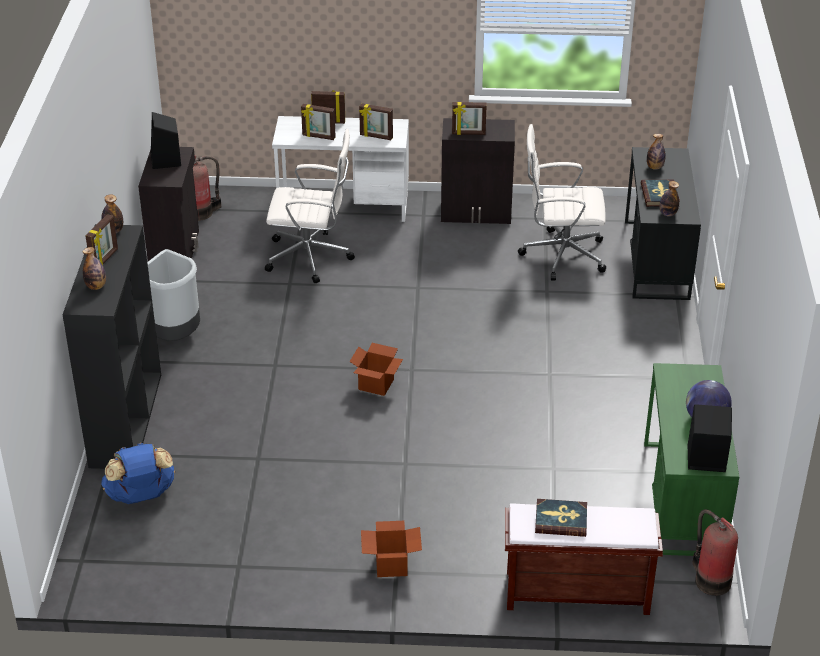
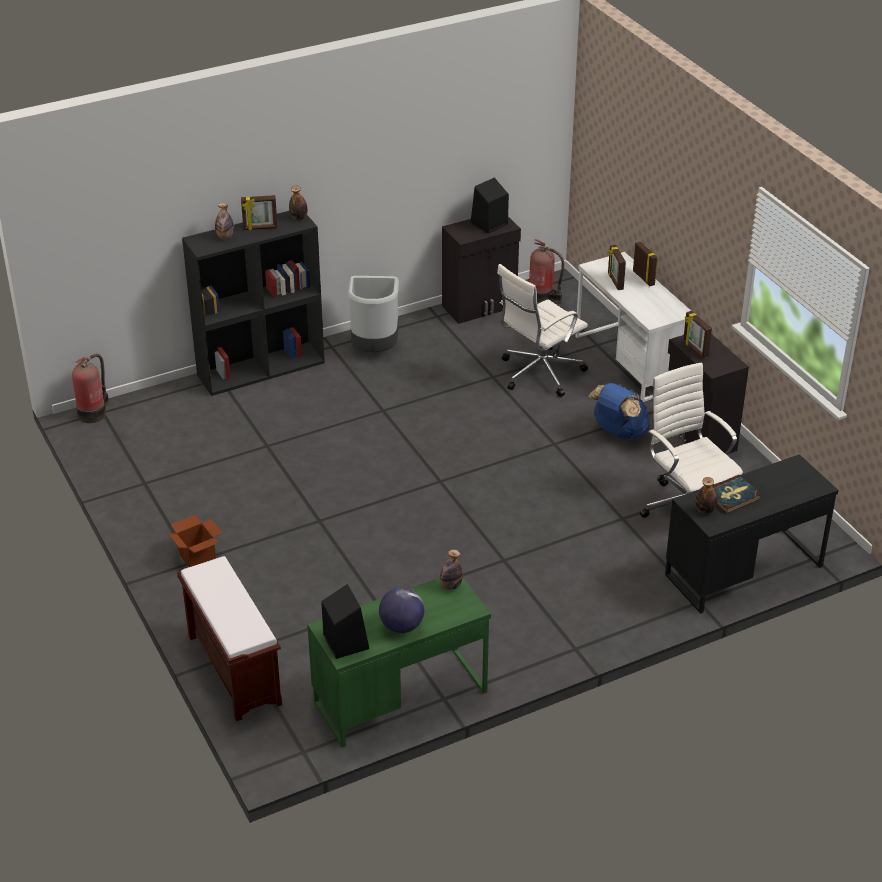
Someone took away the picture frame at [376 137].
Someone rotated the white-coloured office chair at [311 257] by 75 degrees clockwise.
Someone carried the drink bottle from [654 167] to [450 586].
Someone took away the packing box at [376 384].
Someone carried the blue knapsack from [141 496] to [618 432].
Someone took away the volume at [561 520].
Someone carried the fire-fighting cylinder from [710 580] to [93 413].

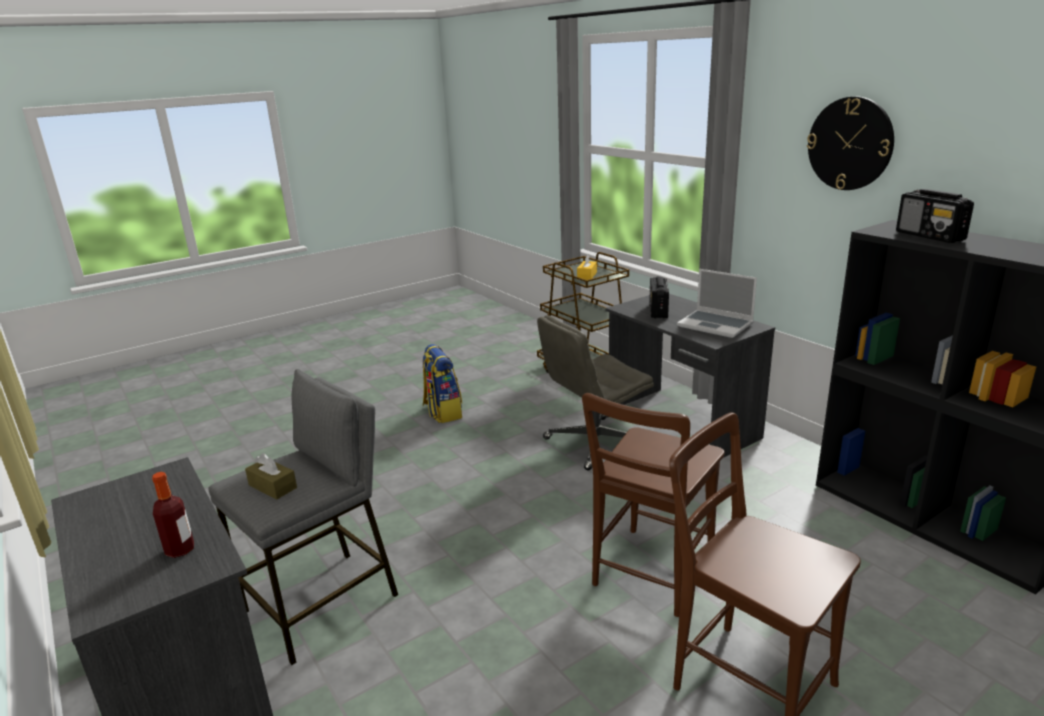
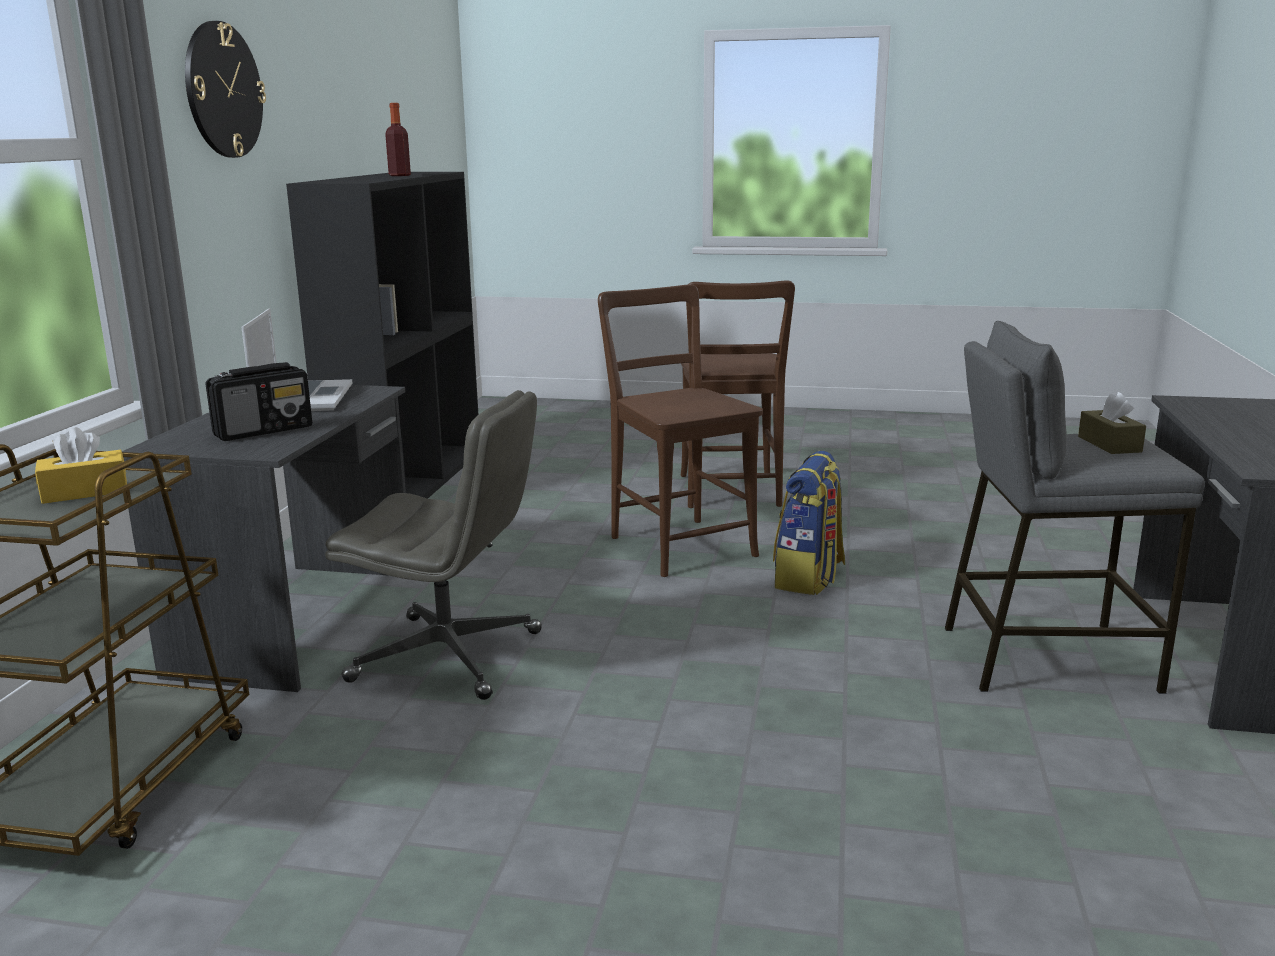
Someone took away the radio set at [930 236].
Someone carried the knapsack from [442 412] to [809 578].
Someone rotated the brownish plain chair at [650 574] by 105 degrees counterclockwise.
Someone carried the drink bottle from [180 550] to [399 175].

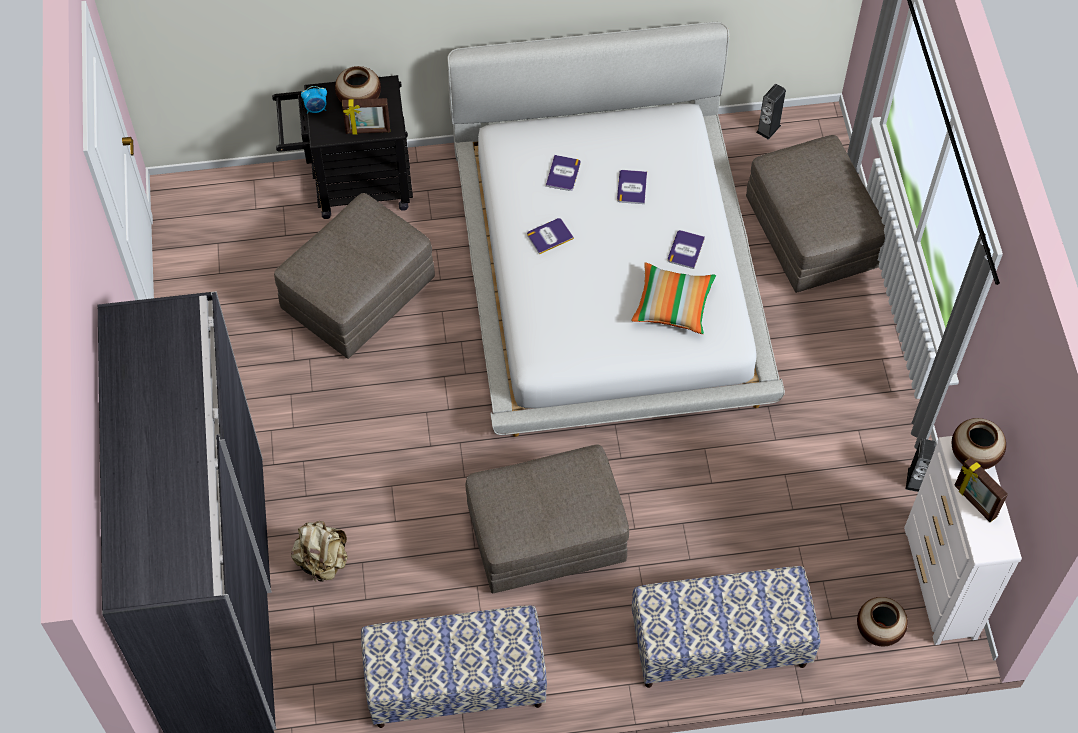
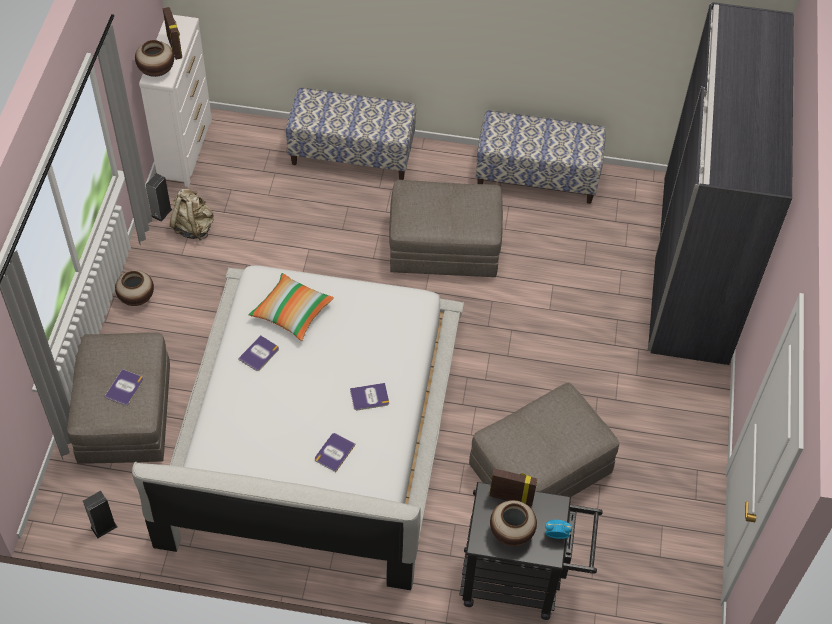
Someone carried the volume from [632 187] to [124 388].
Someone carried the beige-coloured knapsack from [322 561] to [194 227].
Someone carried the decorative vase from [878 630] to [137 298].

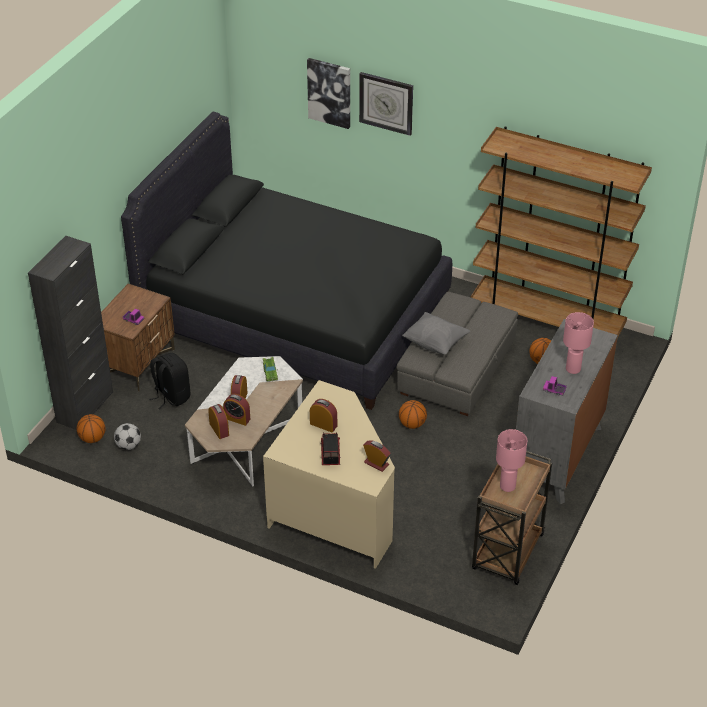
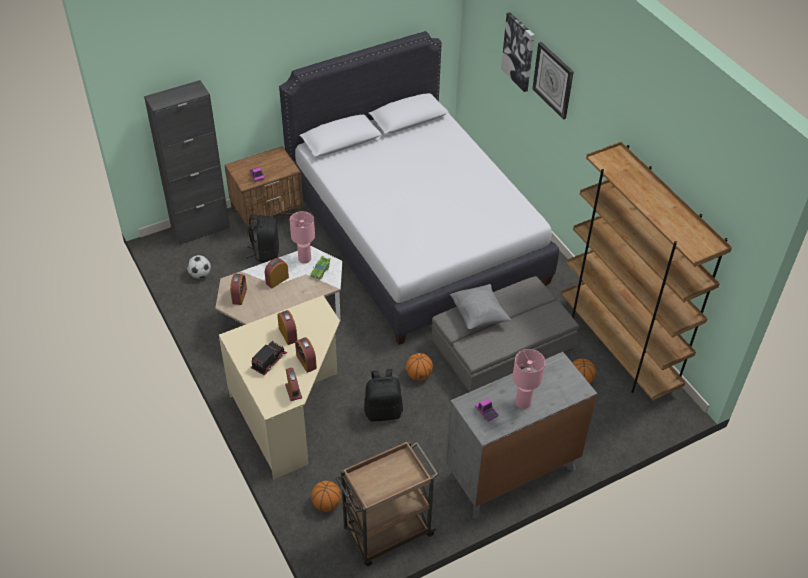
Someone repainted the black-coloured sleeping bed at [295 315], which became the white-coloured sleeping bed at [415 235].
Someone carried the alarm clock from [237 418] to [306 362].
Someone carried the basketball from [92 438] to [326 504].
Someone carried the pink-coloured table lamp from [507 486] to [304 259].
Someone put down the black-coloured knapsack at [383 411].

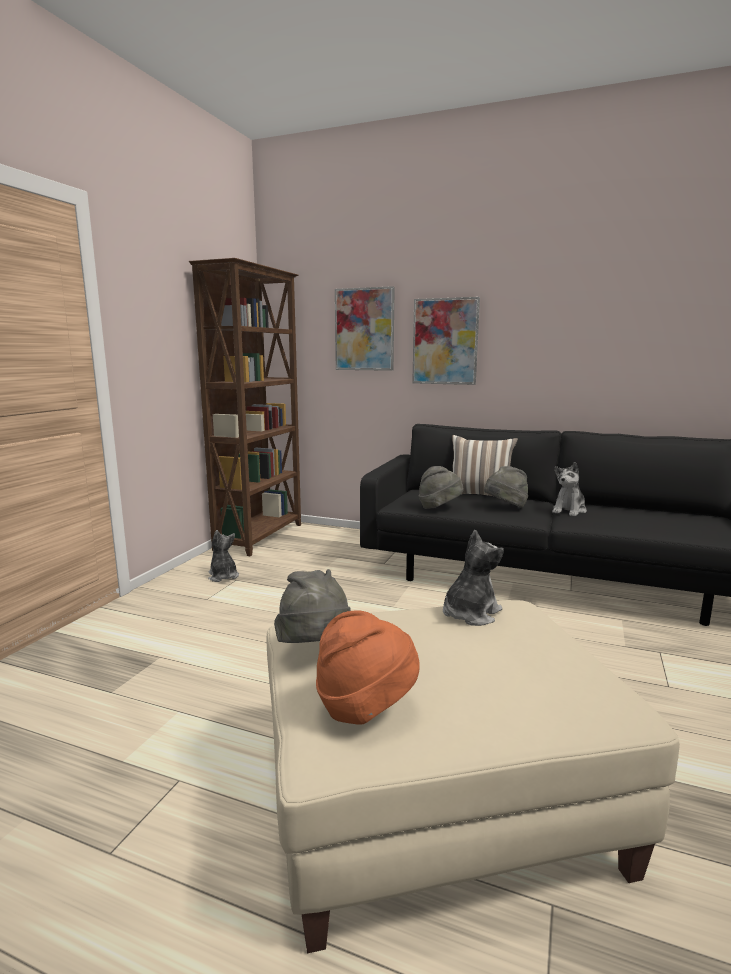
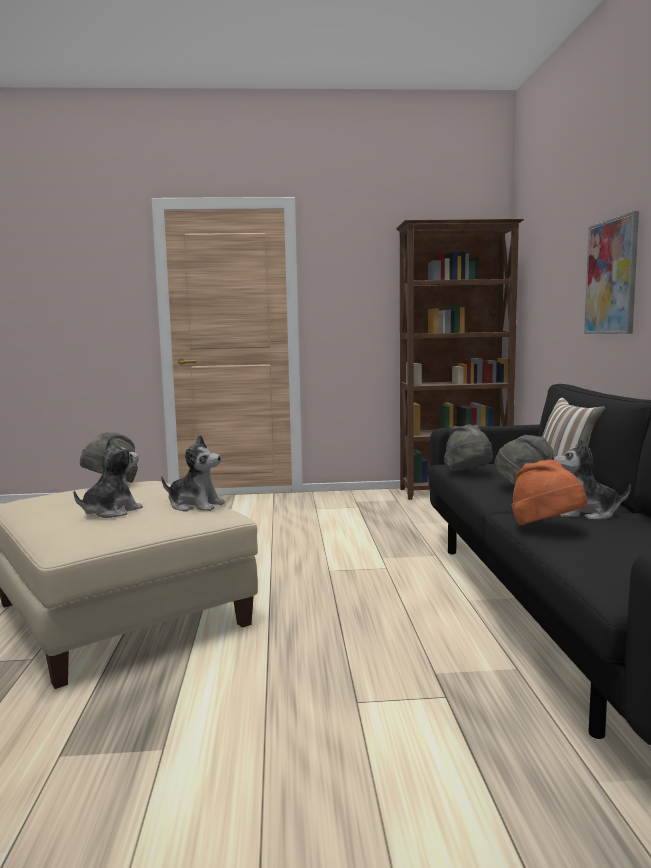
Someone took away the wall picture at [364 329].
Someone carried the cuddly toy from [223 576] to [110 512].
Someone carried the orange wearable hat from [366 706] to [547 529].

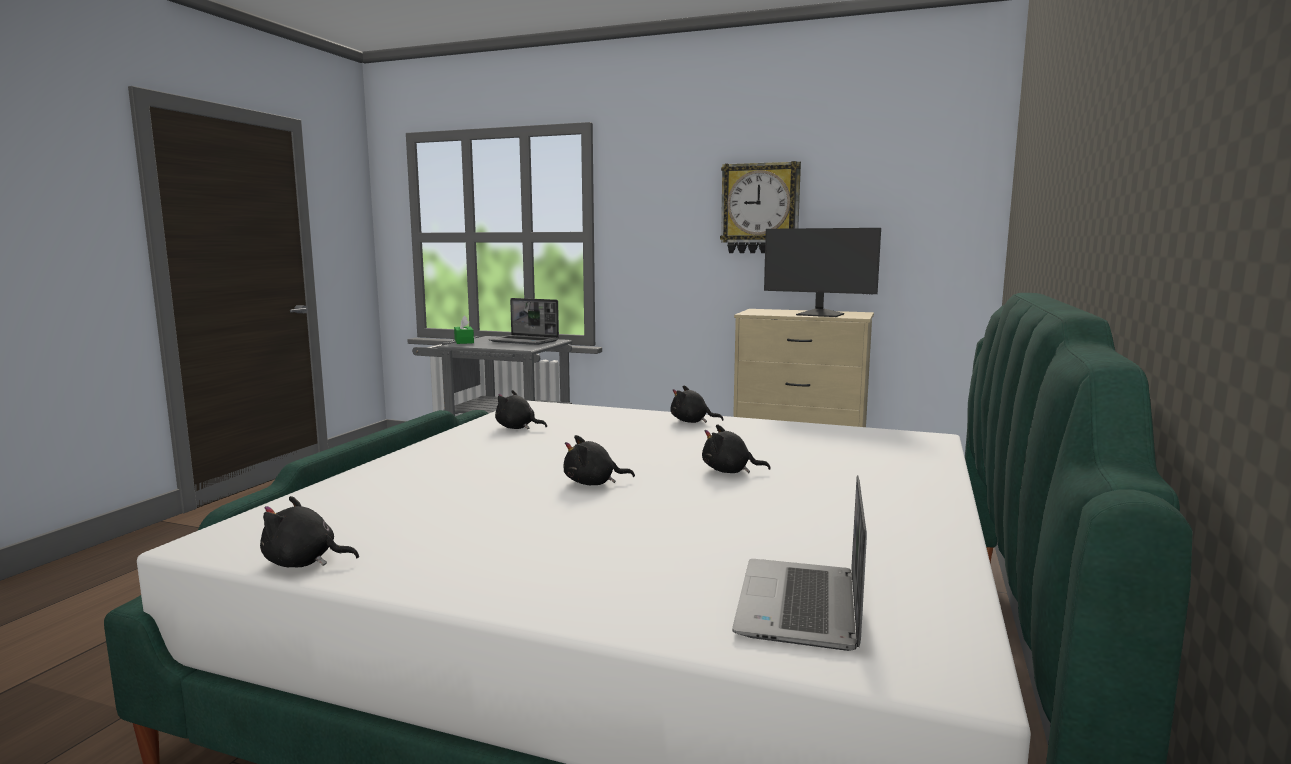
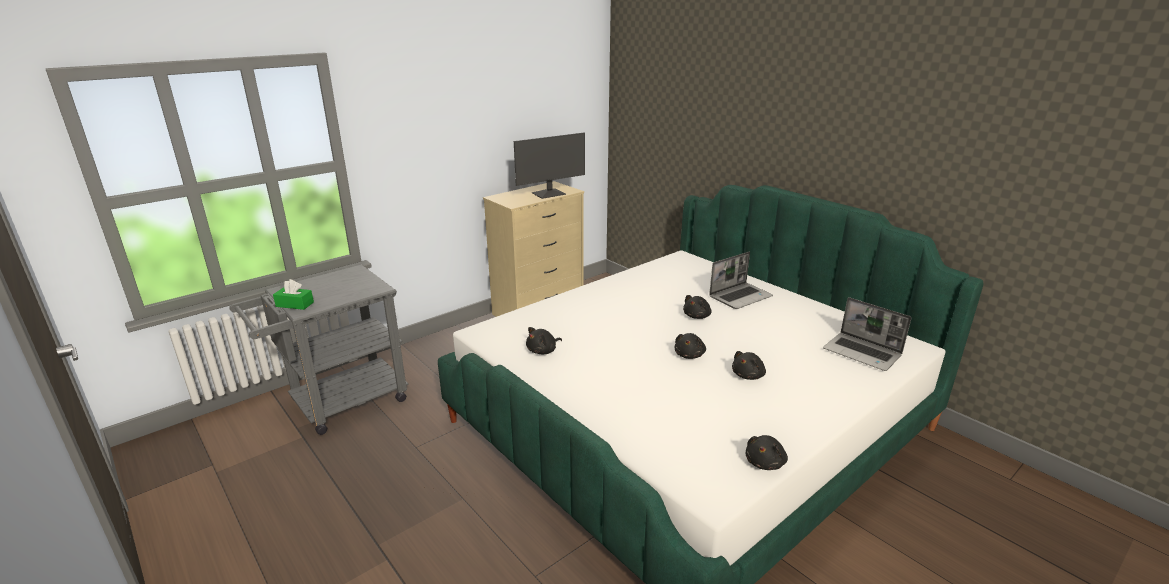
Someone took away the clock on the wall at [760 208].
Someone carried the portable computer from [525 341] to [740 296].
Someone carried the black-coloured cuddly toy from [692 422] to [748 375].

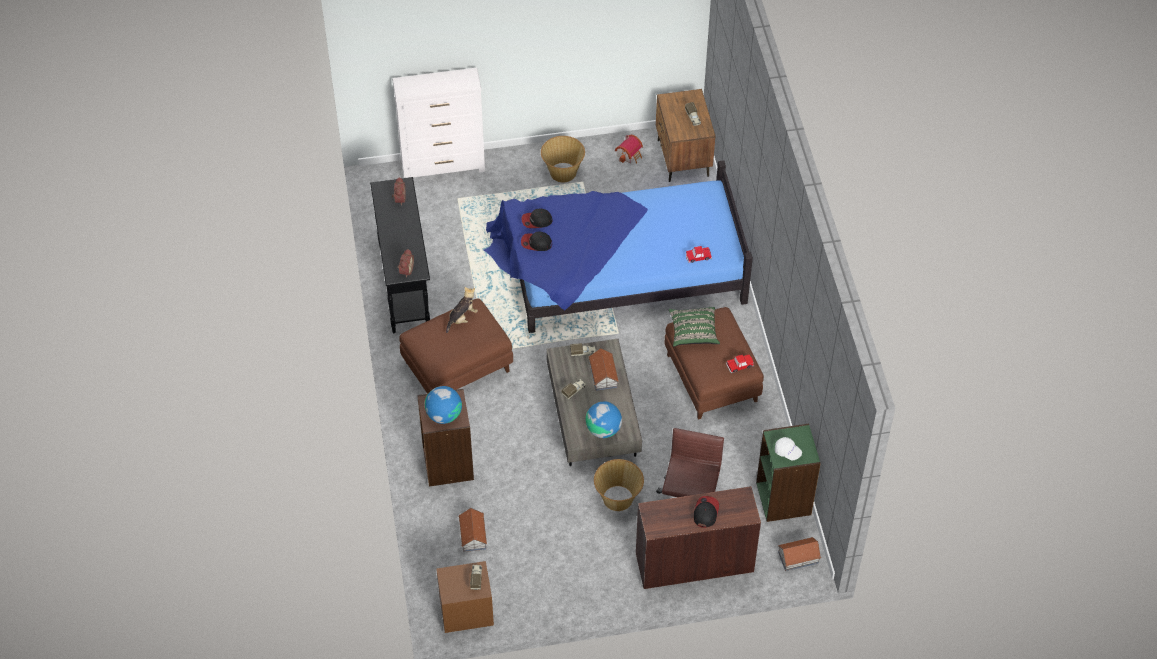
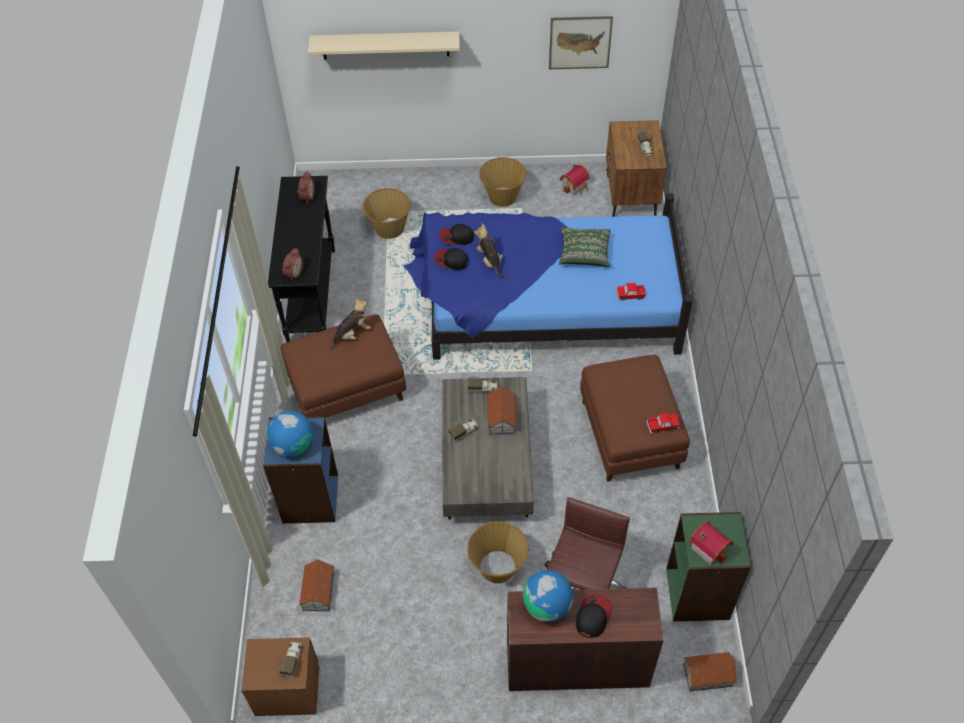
Someone took away the white-coloured chest of drawers at [443 166].
Someone carried the green-coloured pillow from [693 332] to [584 254].
Someone repainted the brownish bookcase at [447 464], which became the blue bookcase at [309 499].
Someone carried the desk globe from [603 429] to [547 606].
Someone swapped the white-coloured baseball cap at [787 452] for the miniature house at [709 546].
Someone put up the wall picture at [580 42].
Someone put up the beige-coloured shelf at [385 45].
Someone put down the household basket at [389 228].
Someone put down the cuddly toy at [490 261].

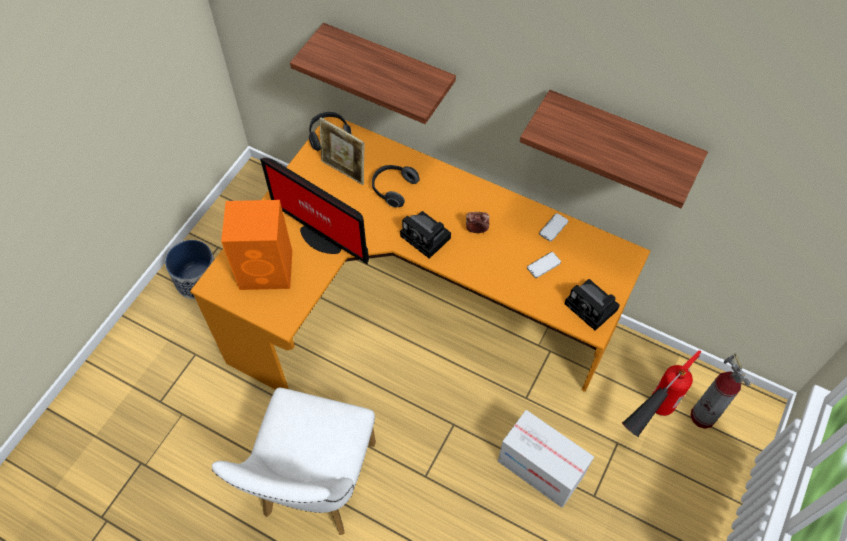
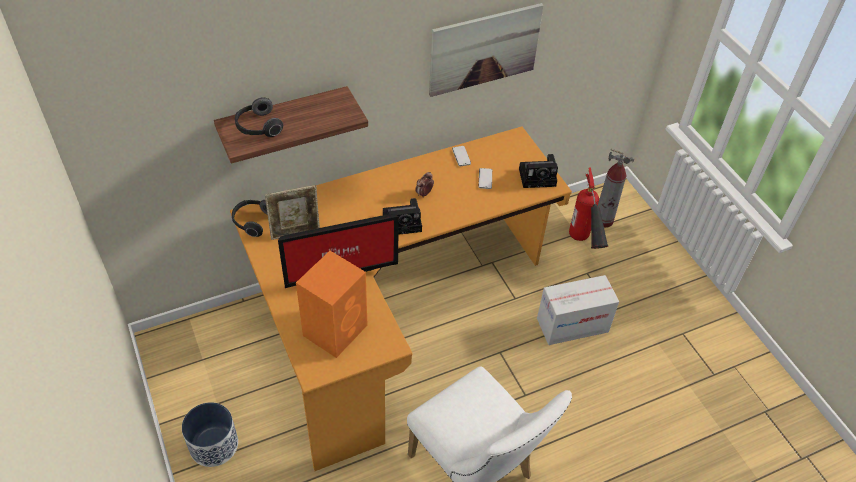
Someone swapped the shelf at [621 138] for the wall picture at [484 49].
Someone carried the pair of headphones from [393 189] to [258 127].

